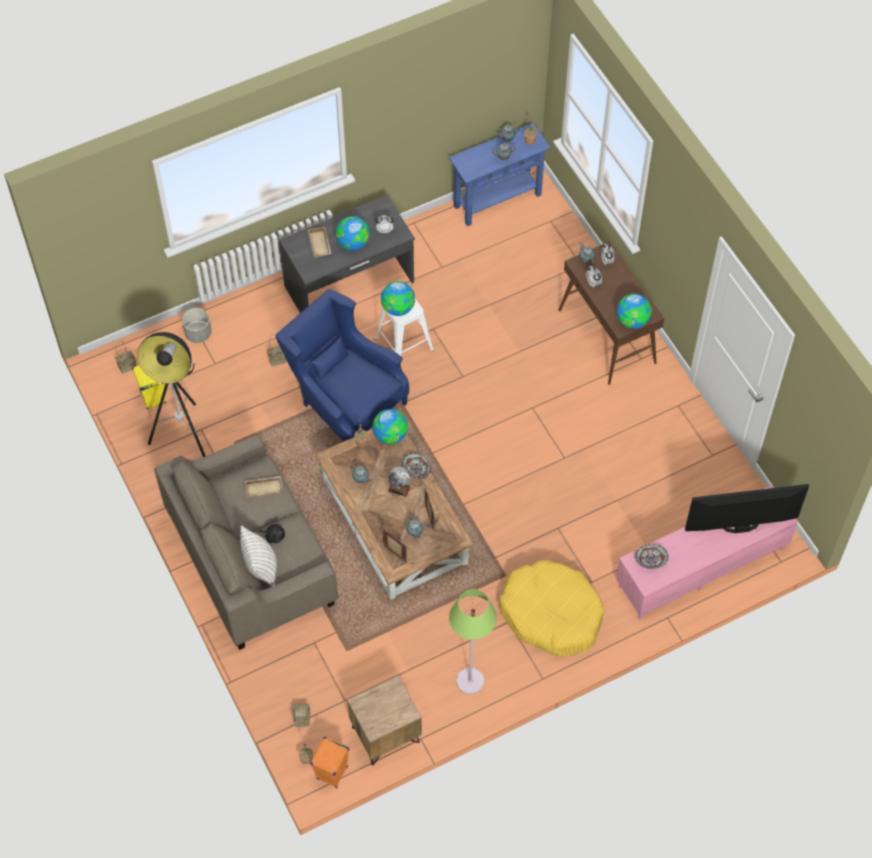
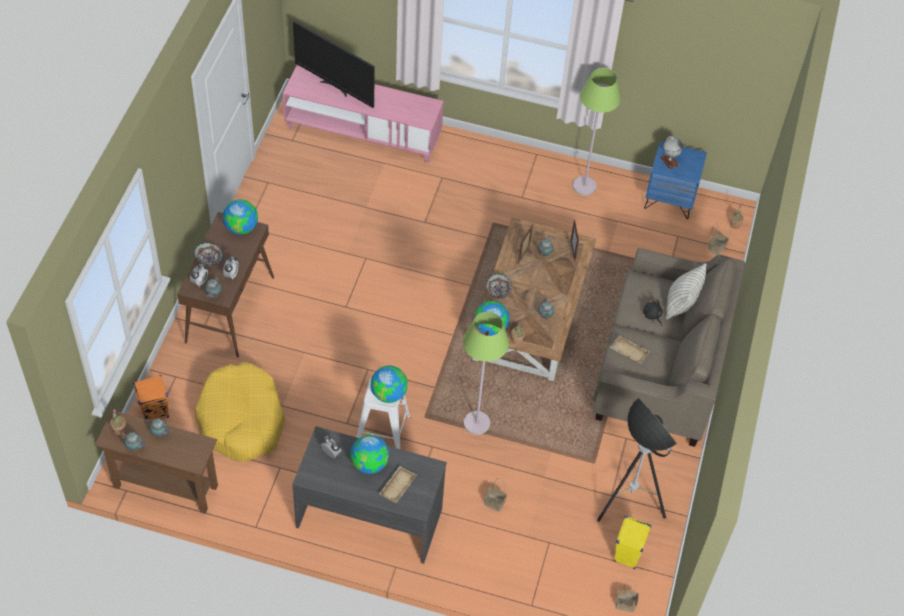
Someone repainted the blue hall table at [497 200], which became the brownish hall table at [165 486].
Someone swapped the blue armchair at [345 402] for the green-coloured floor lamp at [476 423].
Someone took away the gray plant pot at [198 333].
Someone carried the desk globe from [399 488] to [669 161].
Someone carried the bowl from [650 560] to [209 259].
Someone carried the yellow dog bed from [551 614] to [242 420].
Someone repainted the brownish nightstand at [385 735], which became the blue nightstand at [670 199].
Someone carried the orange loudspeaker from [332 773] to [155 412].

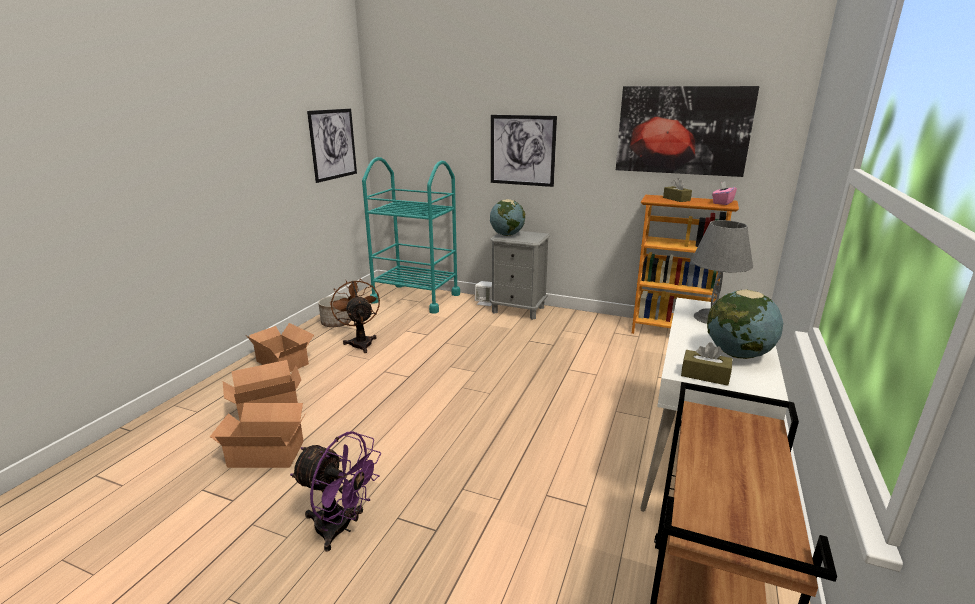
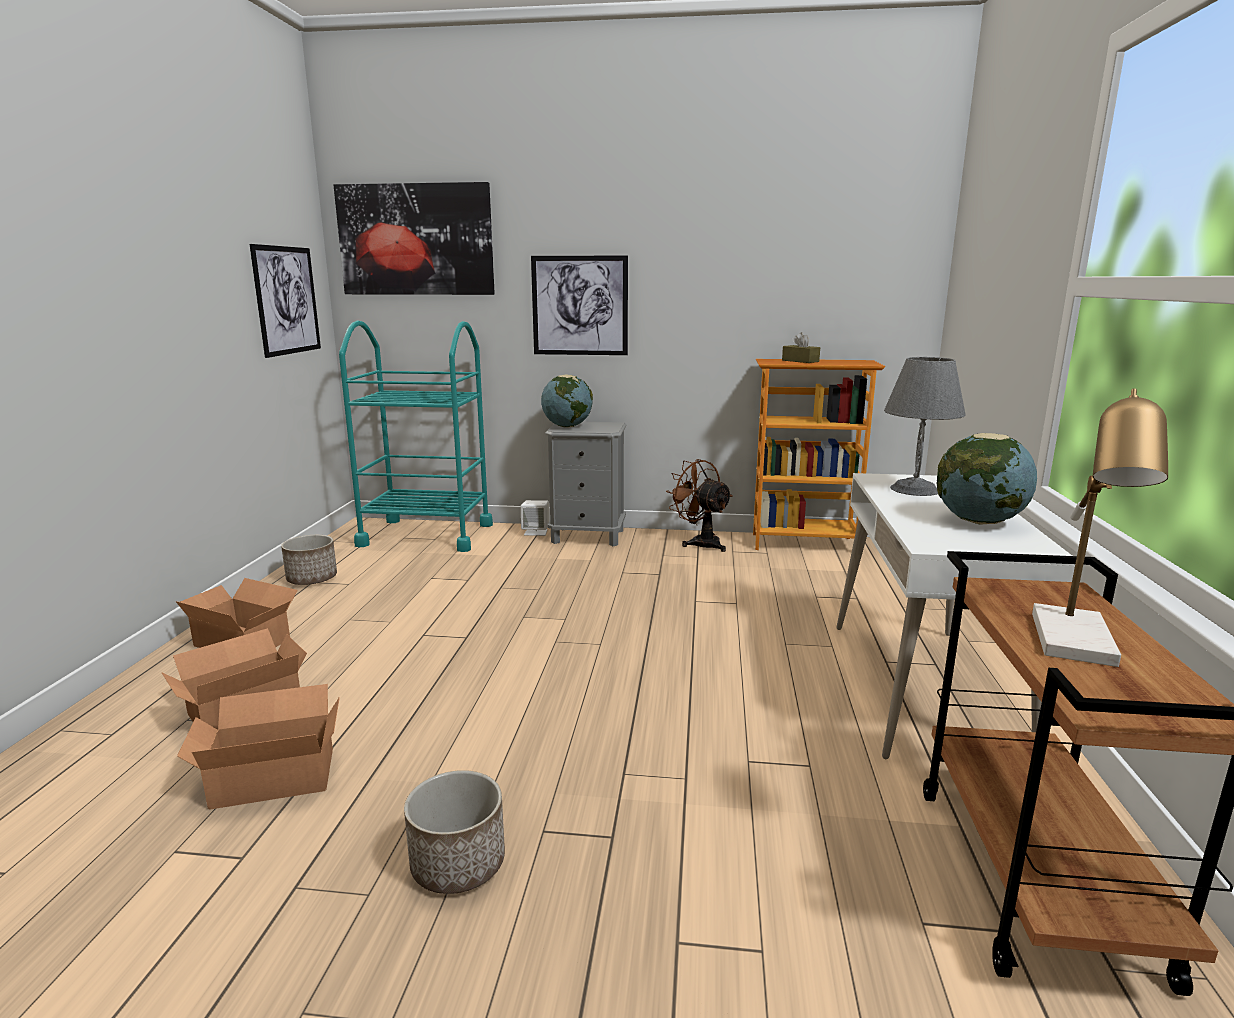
Someone carried the wall picture from [682 130] to [416 240].
Someone took away the pink-coloured box of tissues at [722 203].
Someone carried the brownish cooling fan from [360 342] to [700 542].
Someone took away the brownish box of tissues at [705 375].
Someone swapped the purplish cooling fan at [341 528] for the plant pot at [458 863].
Someone put down the table lamp at [1077 645].

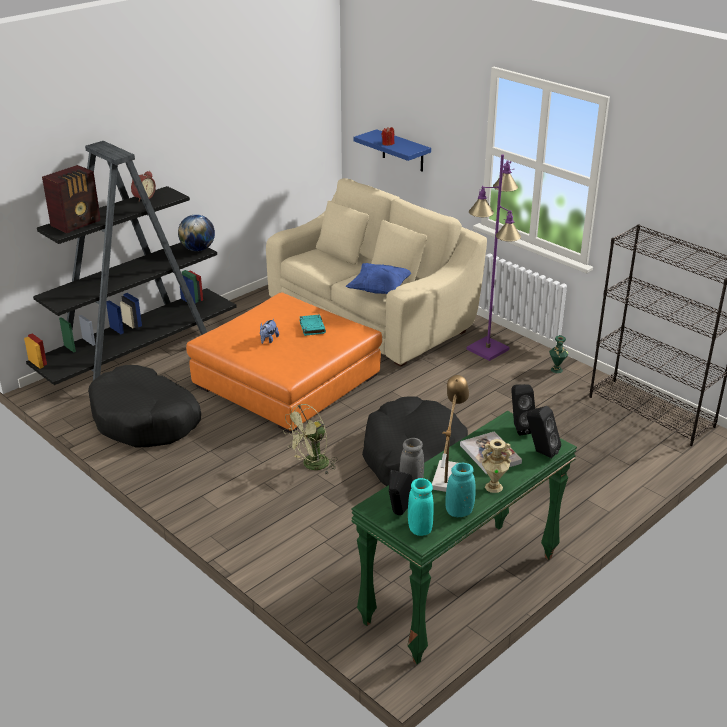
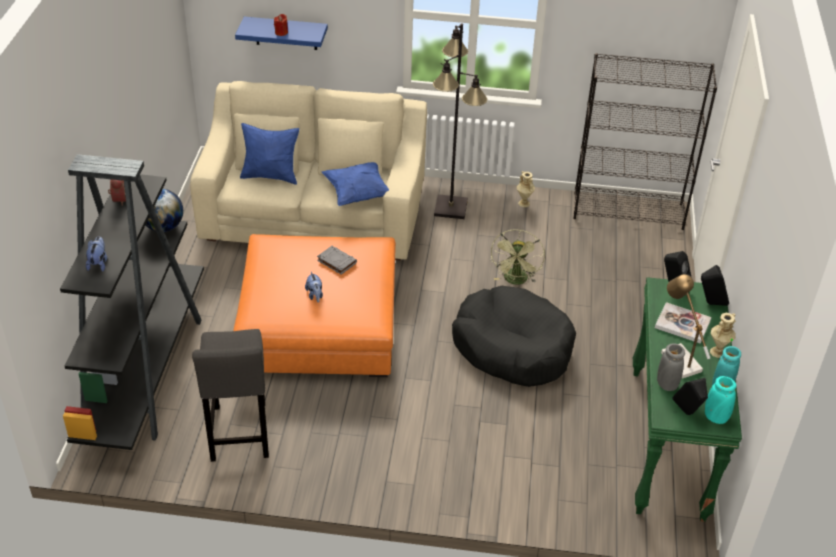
Someone repainted the purplish floor lamp at [488 349], which became the black-coloured floor lamp at [451 207].
Someone swapped the radio set at [77 223] for the cuddly toy at [98 263].
Someone repainted the turquoise-coloured volume at [312 327], which became the gray volume at [336 262].
Someone repainted the green-coloured decorative vase at [556 369], which became the beige-coloured decorative vase at [523 203].
Someone swapped the black-coloured dog bed at [145 420] for the gray stool at [239 435].
Someone carried the green-coloured cooling fan from [311 466] to [516 281].
Someone put down the blue pillow at [270 176].

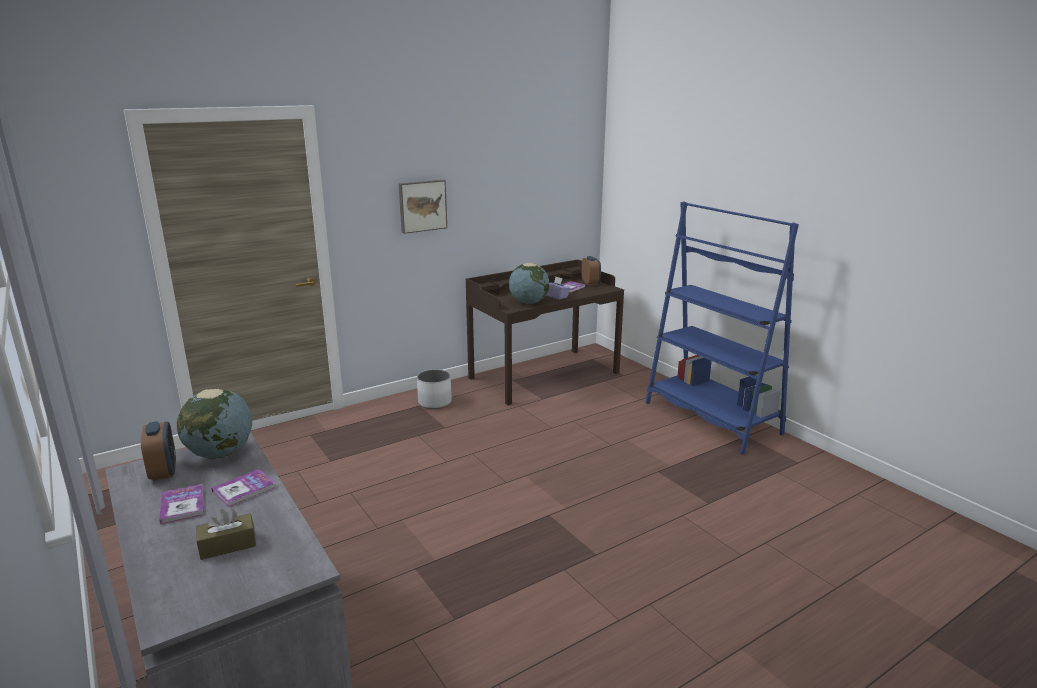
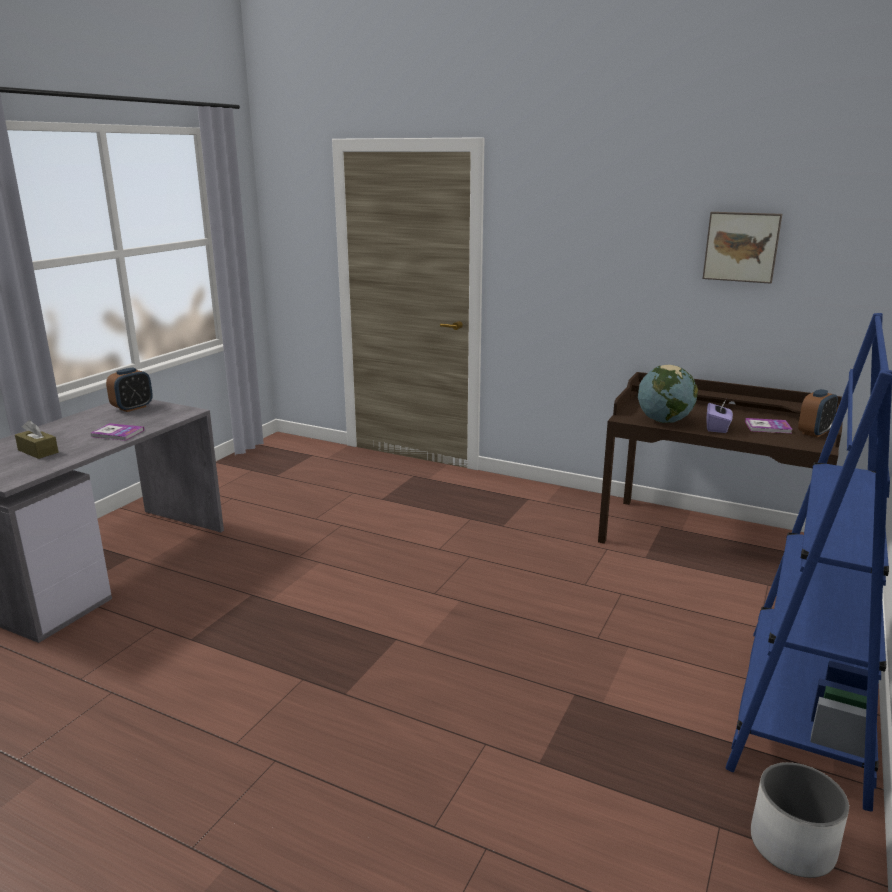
Someone carried the wall picture from [422 205] to [741 246].
Someone carried the white-coloured plant pot from [435 402] to [792 846].
Someone took away the desk globe at [220 453].
Someone took away the volume at [182 505].

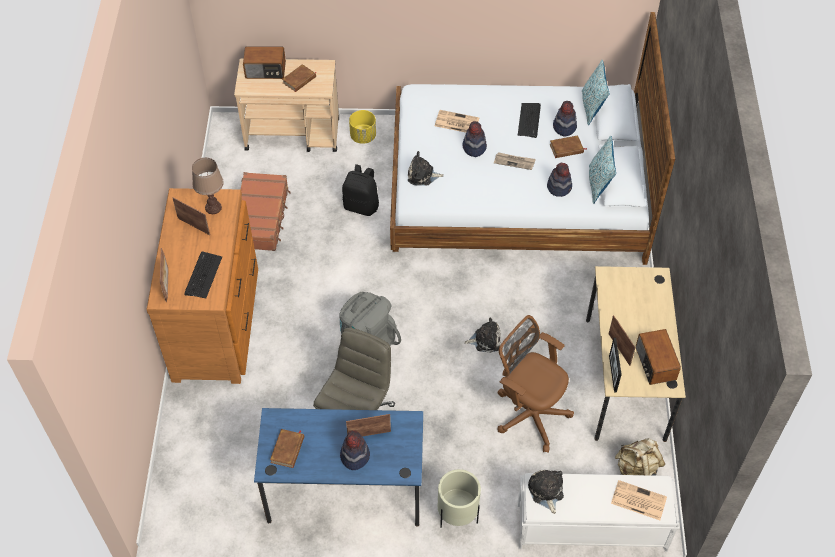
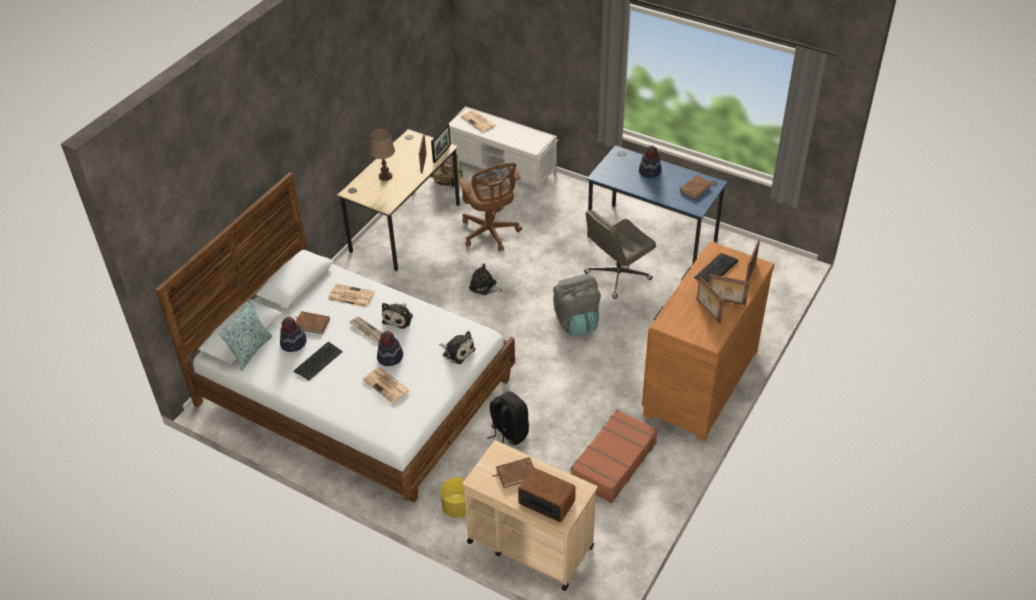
Someone took away the pillow at [598 184].
Someone carried the brownish table lamp from [213 208] to [385 176].
Someone swapped the wearable hat at [559 187] for the daily paper at [350 296].
Someone took away the radio set at [654 364].
Someone carried the picture frame from [369 434] to [725 301].
Someone took away the beige-coloured plant pot at [457 515].
Someone carried the cuddly toy from [546 491] to [399 318].

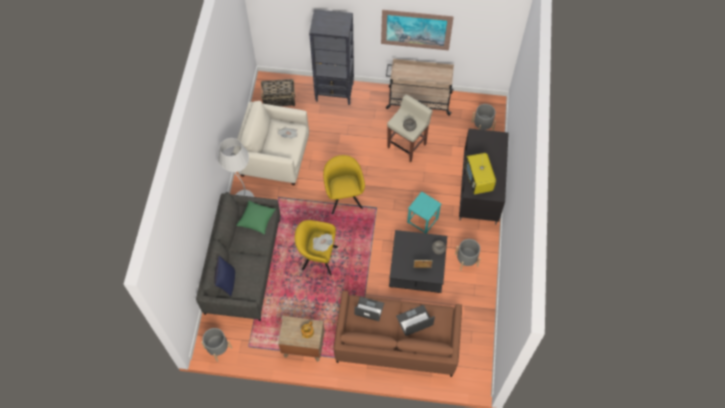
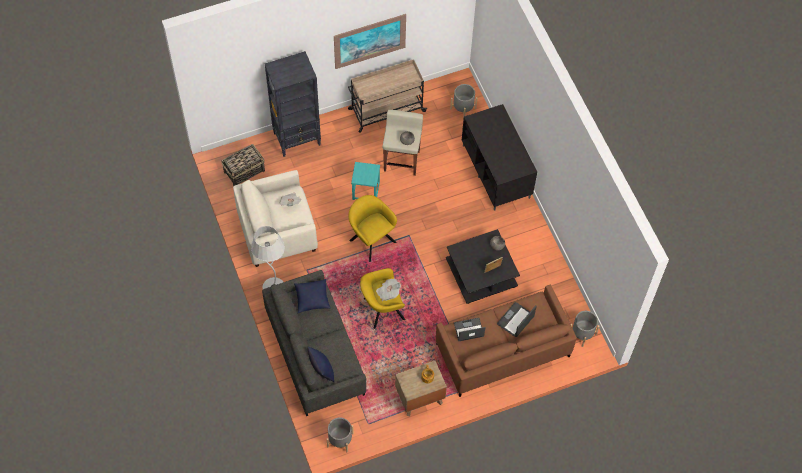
Someone took away the television at [478 181].
Someone carried the turquoise-coloured stool from [422 220] to [365 191].
Someone repainted the green-coloured pillow at [257 220], which became the blue pillow at [312 299].
Someone carried the gray plant pot from [466 260] to [582 333].

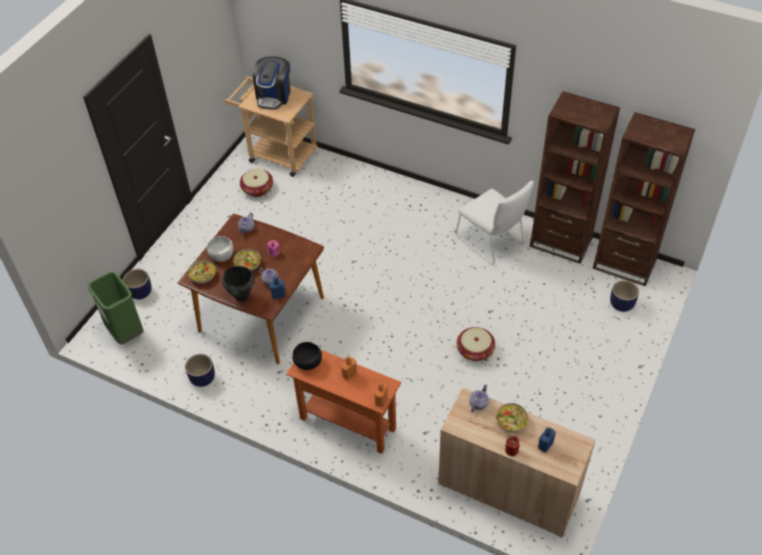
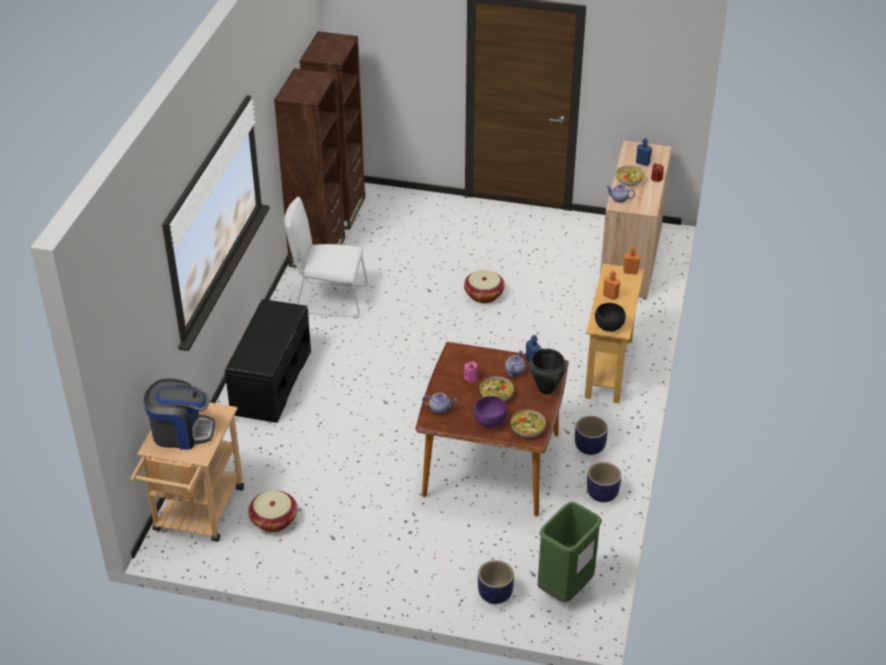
Someone rotated the white-coloured plain chair at [492 242] by 120 degrees counterclockwise.
Someone repainted the white-coloured bowl at [222 256], which became the purplish bowl at [490 421].
Someone carried the plant pot from [621 304] to [589 447].
Someone repainted the orange hall table at [347 423], which became the beige-coloured hall table at [608 368].
Someone put down the black-coloured long seat at [271 382].

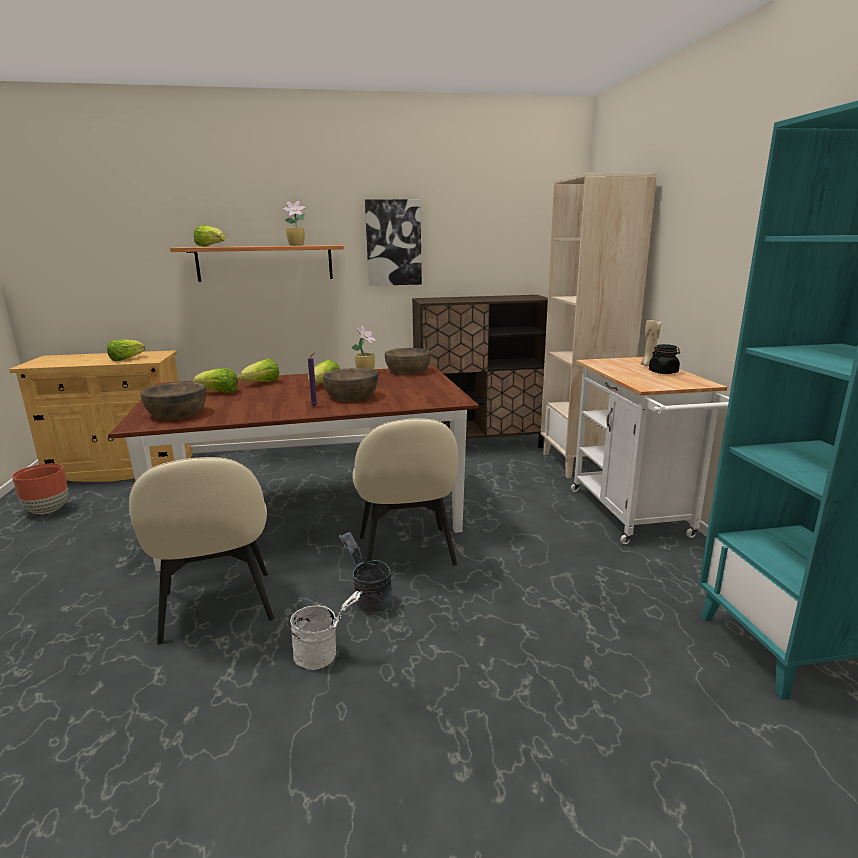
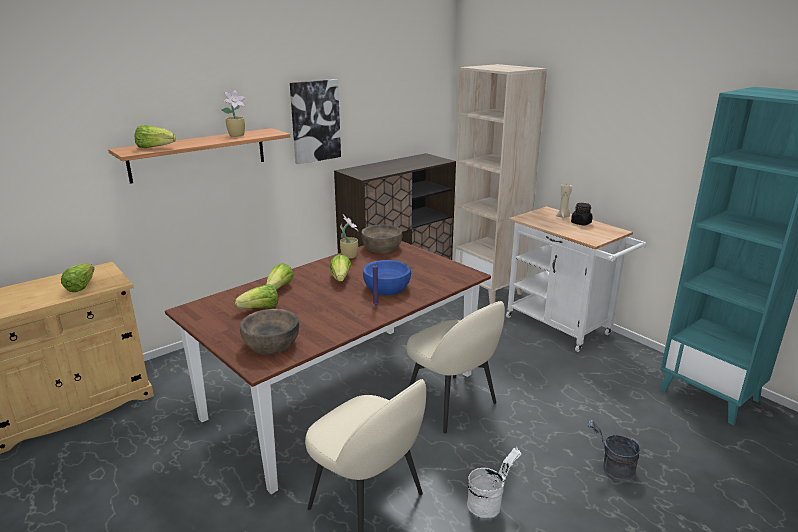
Someone repainted the brownish bowl at [351 396], which became the blue bowl at [387 287].
Someone took away the brownish plant pot at [48 510].
Someone carried the gray water bucket from [369 601] to [612 469].

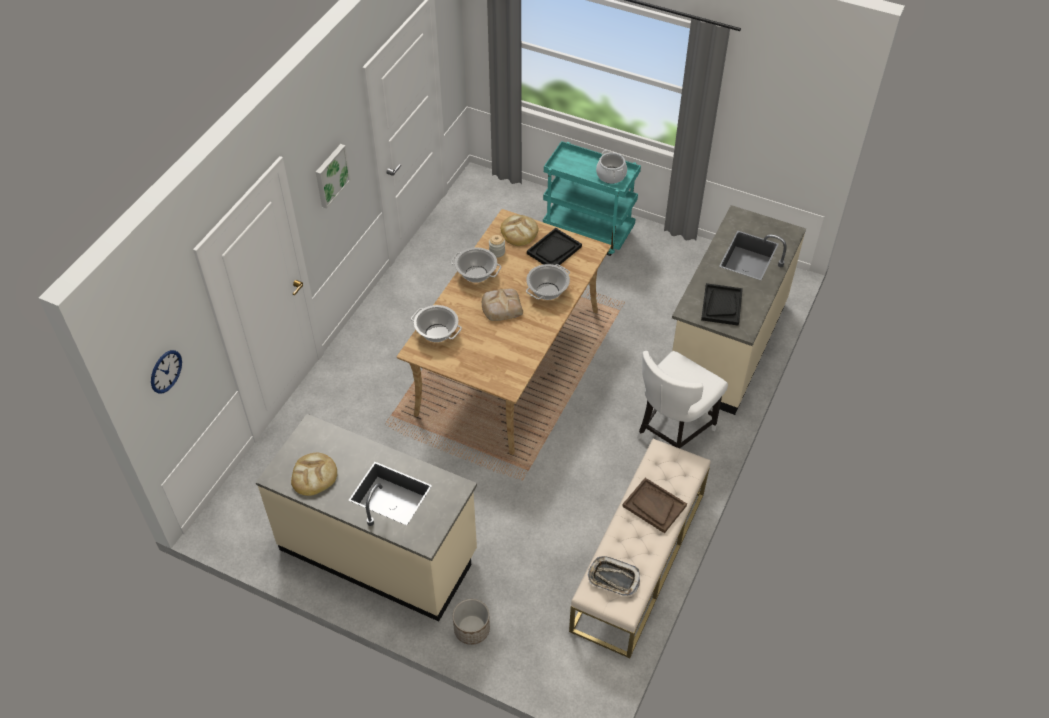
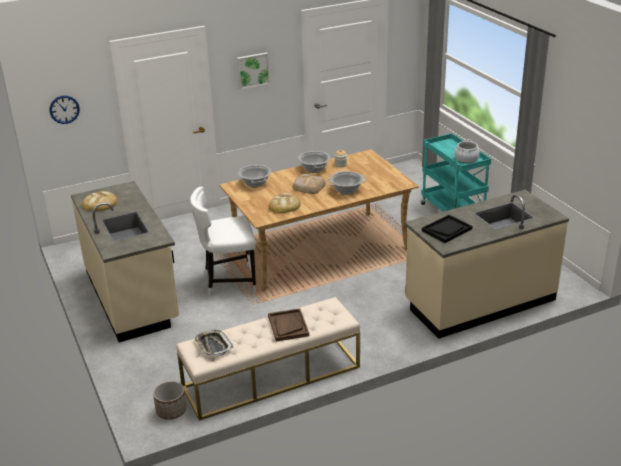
Someone carried the bakery bread from [519 232] to [284 205].
Someone took away the black-coloured carrying tray at [554 250].
Someone carried the white-coloured plain chair from [672 432] to [228 281].
Someone carried the plant pot from [471 629] to [171 411].

